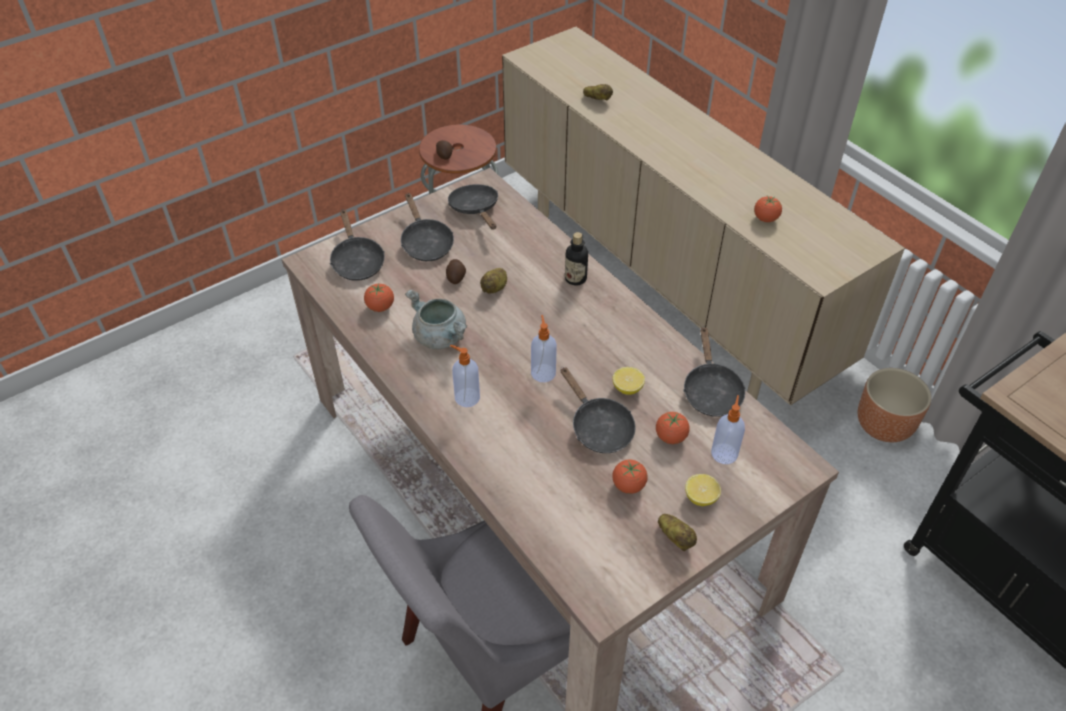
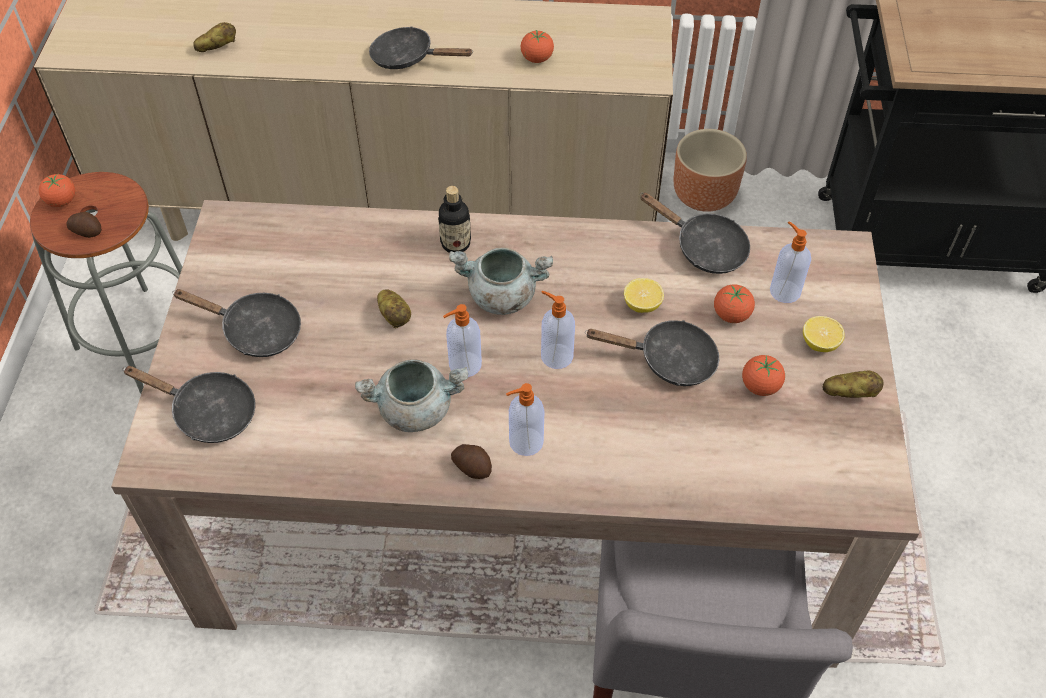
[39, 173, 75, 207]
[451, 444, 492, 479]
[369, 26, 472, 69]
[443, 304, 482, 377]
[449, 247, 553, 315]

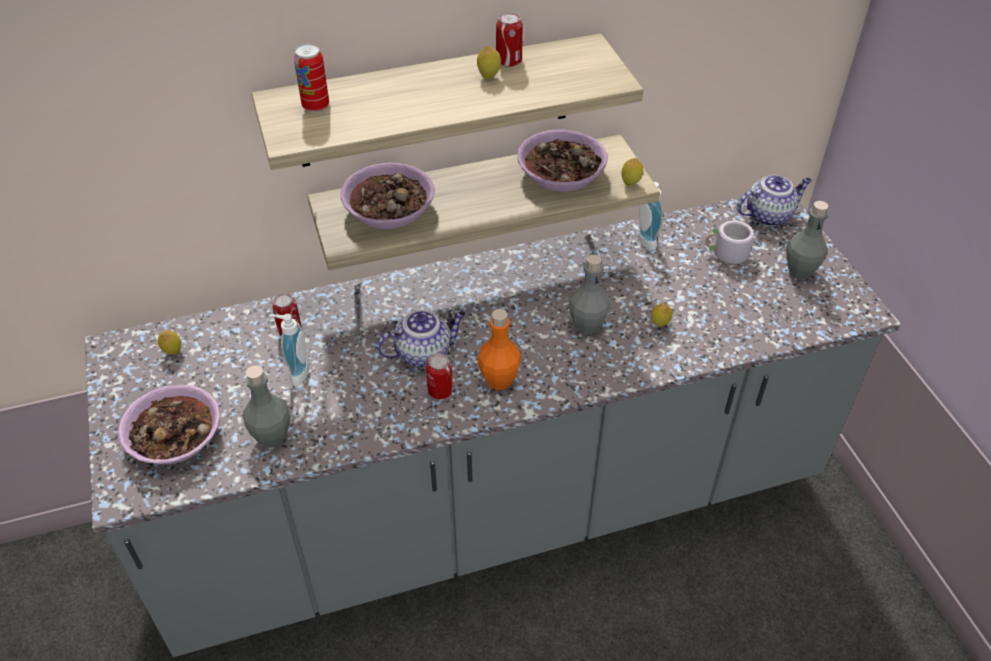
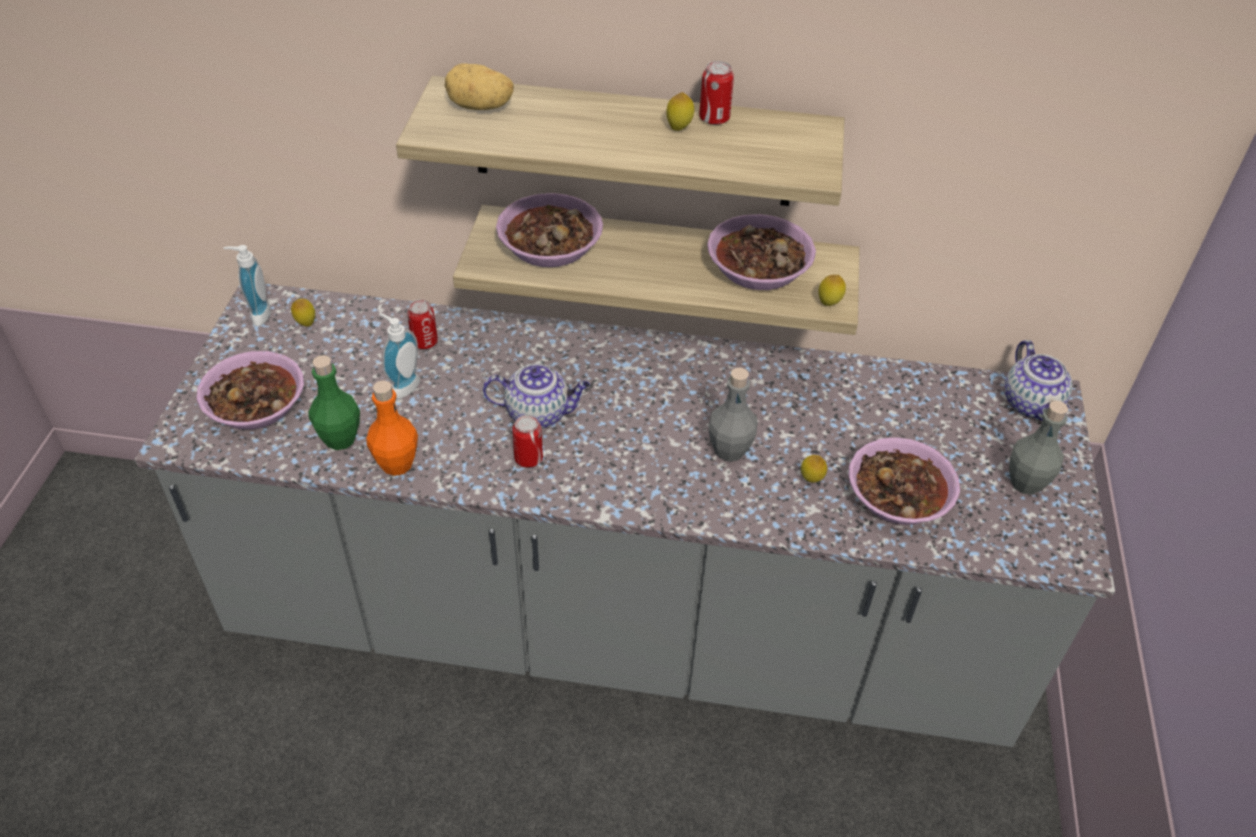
[309, 355, 360, 450]
[445, 63, 514, 110]
[366, 380, 418, 476]
[223, 245, 271, 326]
[705, 220, 754, 270] (first image)
[1005, 340, 1072, 421]
[849, 438, 960, 525]

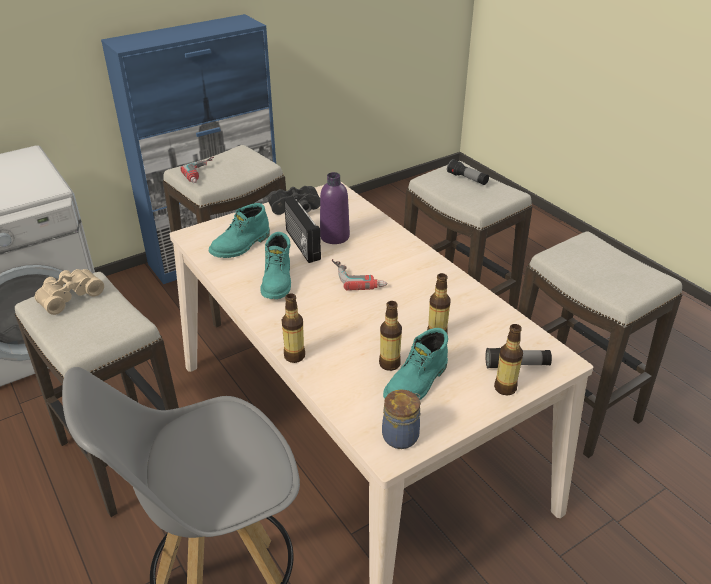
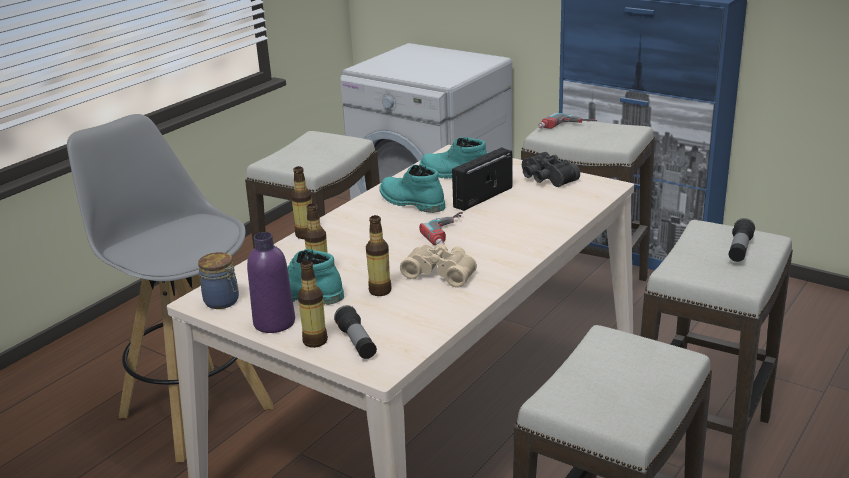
[400, 244, 477, 288]
[380, 164, 446, 213]
[247, 232, 295, 333]

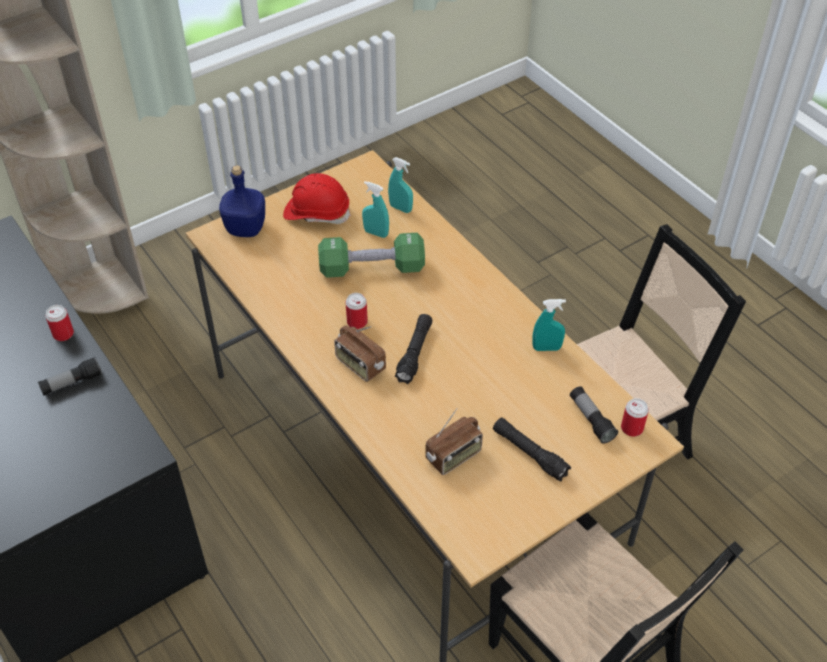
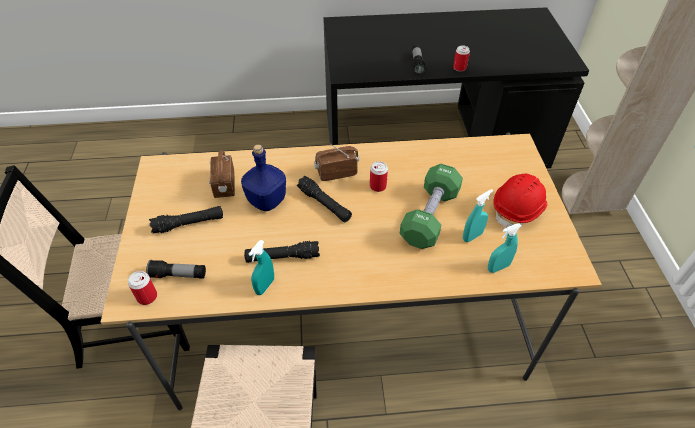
[241, 144, 286, 211]
[244, 241, 320, 263]

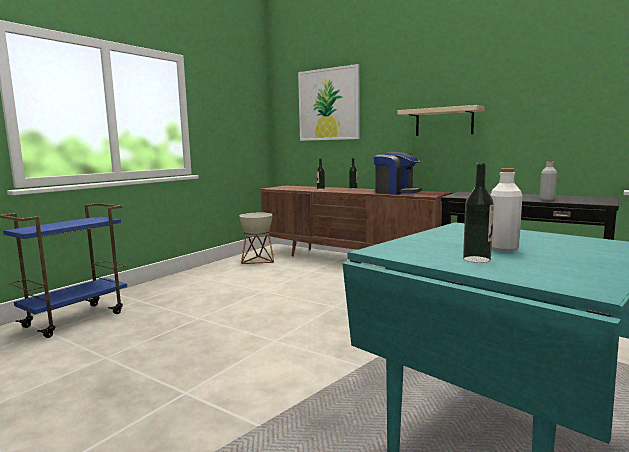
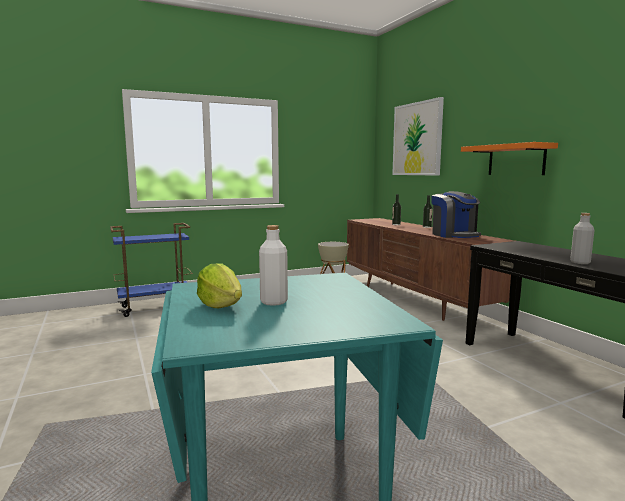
[461, 142, 558, 175]
[197, 264, 242, 308]

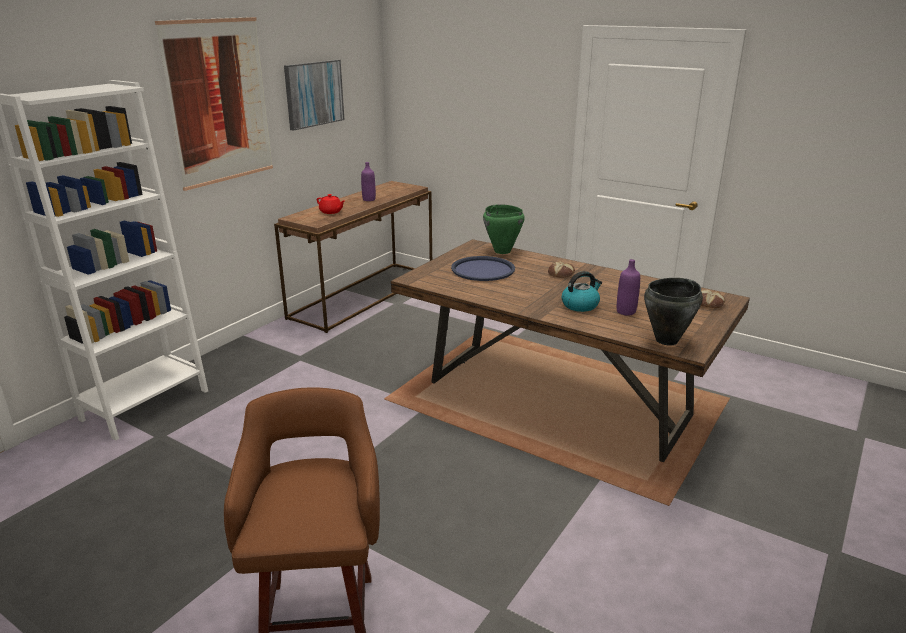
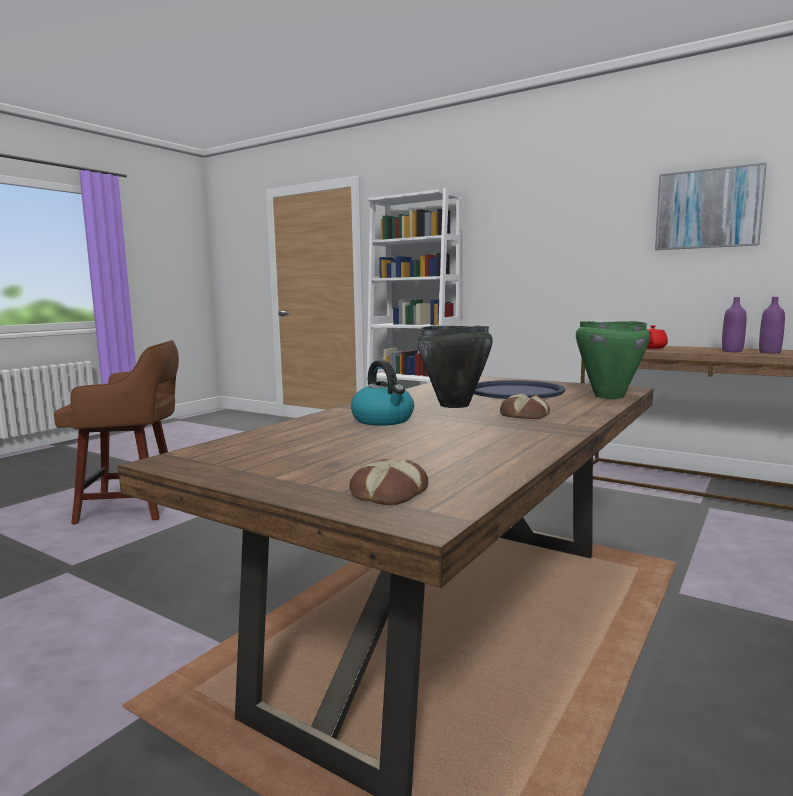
[155, 17, 273, 191] (first image)
[759, 297, 785, 353]
[417, 326, 493, 408]

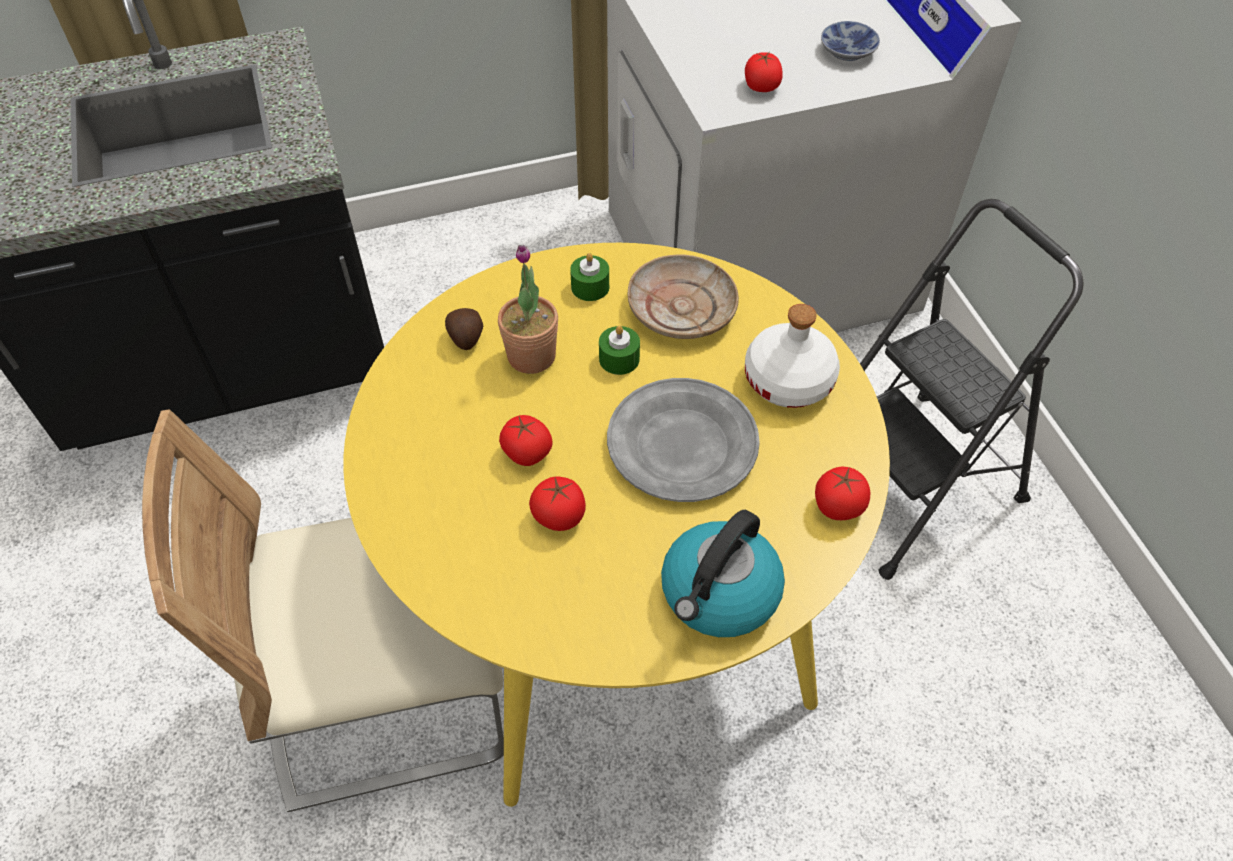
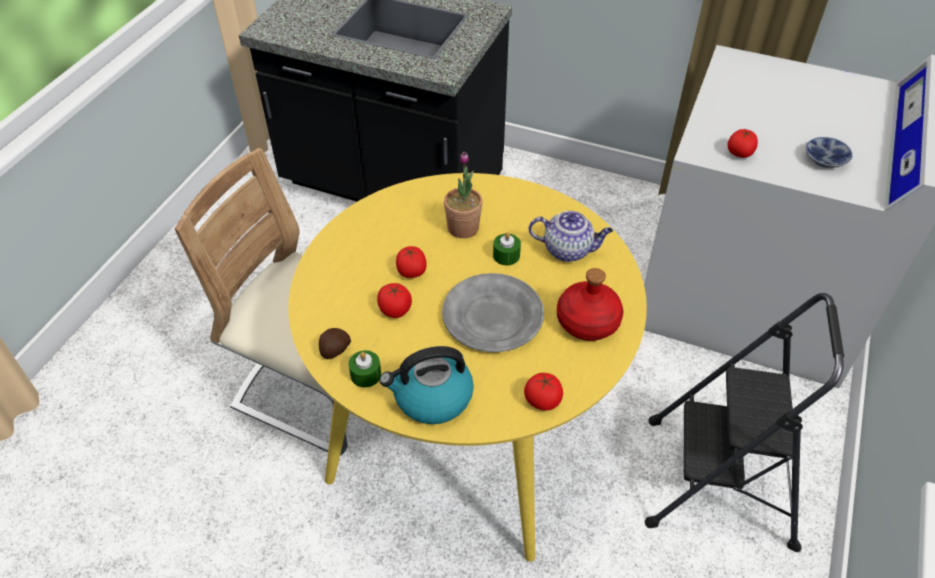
[319, 328, 351, 360]
[349, 350, 381, 387]
[529, 211, 613, 262]
[557, 268, 623, 341]

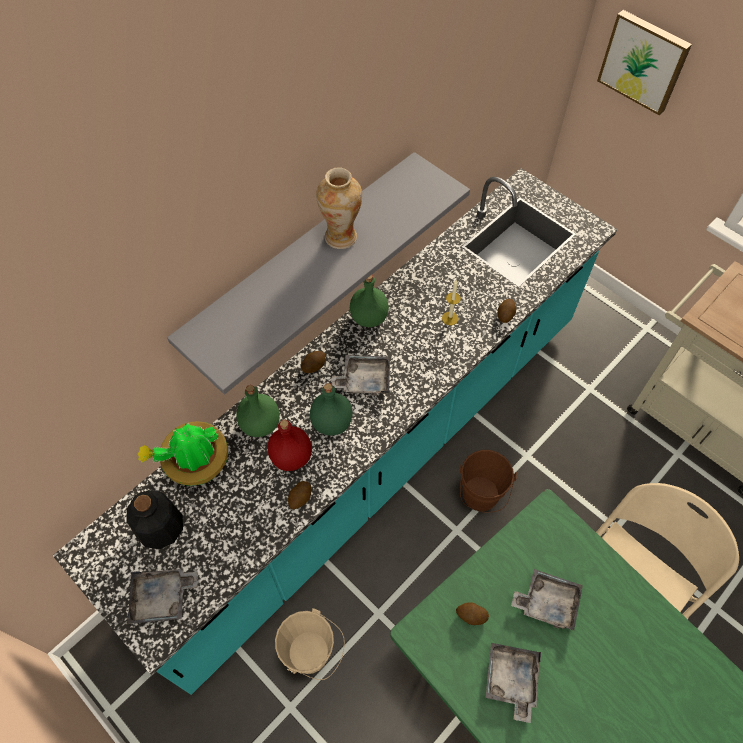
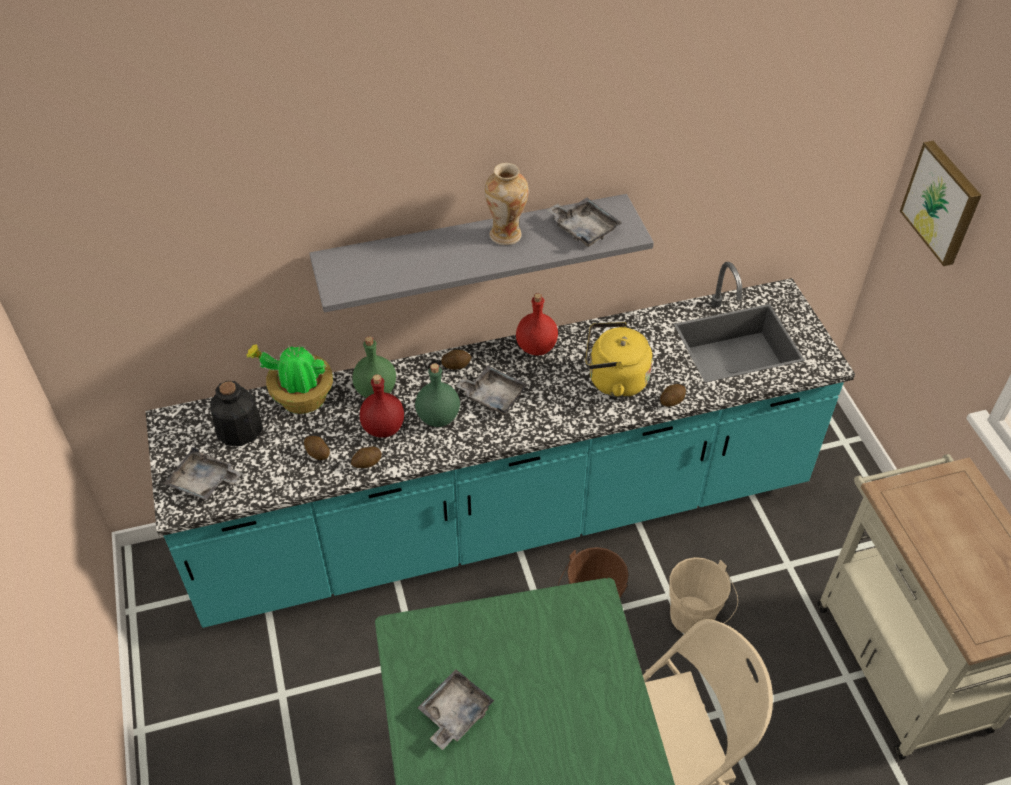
[669, 557, 738, 634]
[516, 293, 558, 356]
[585, 322, 653, 398]
[304, 436, 330, 460]
[547, 198, 622, 247]

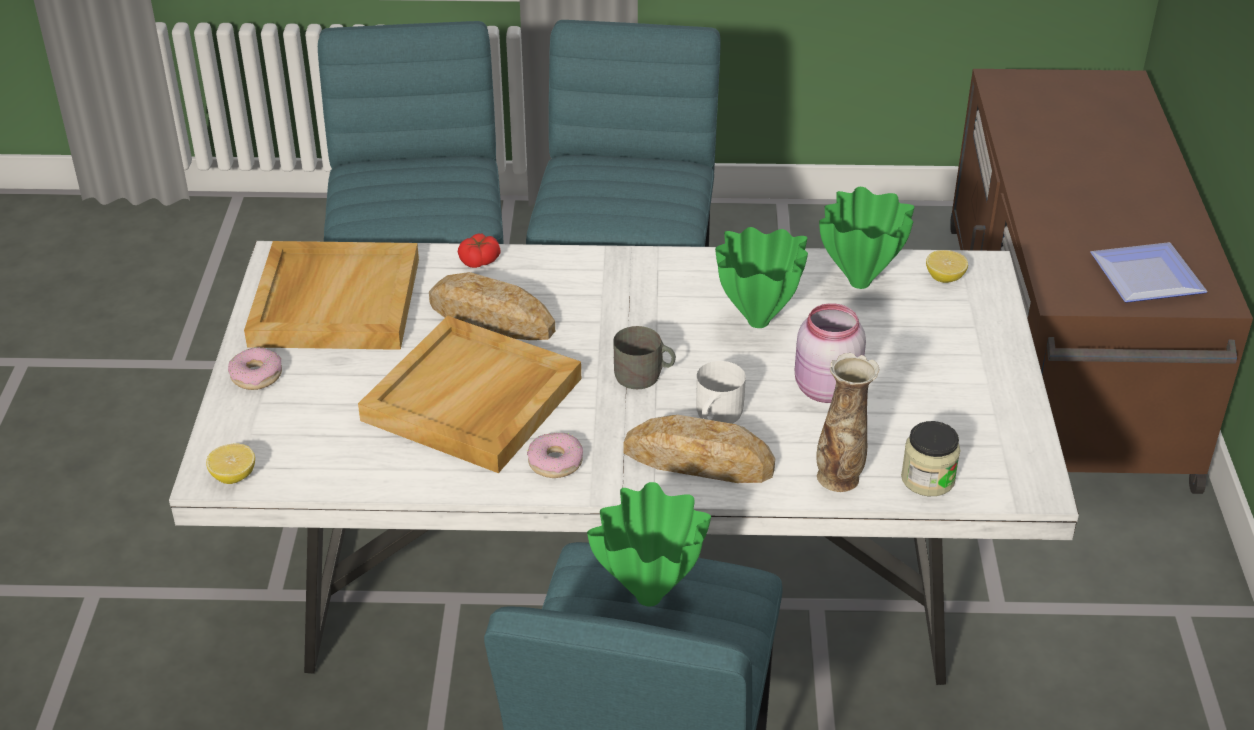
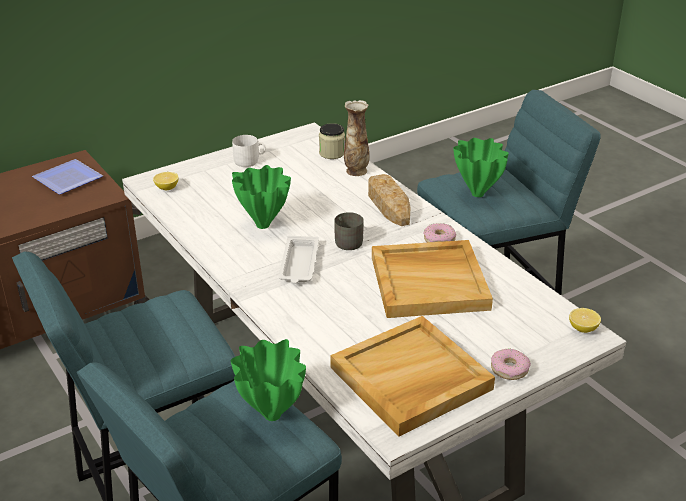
[429, 272, 555, 340] (first image)
[458, 234, 501, 268] (first image)
[232, 135, 266, 167]
[795, 303, 866, 403] (first image)
[231, 339, 306, 421]
[279, 236, 319, 283]

